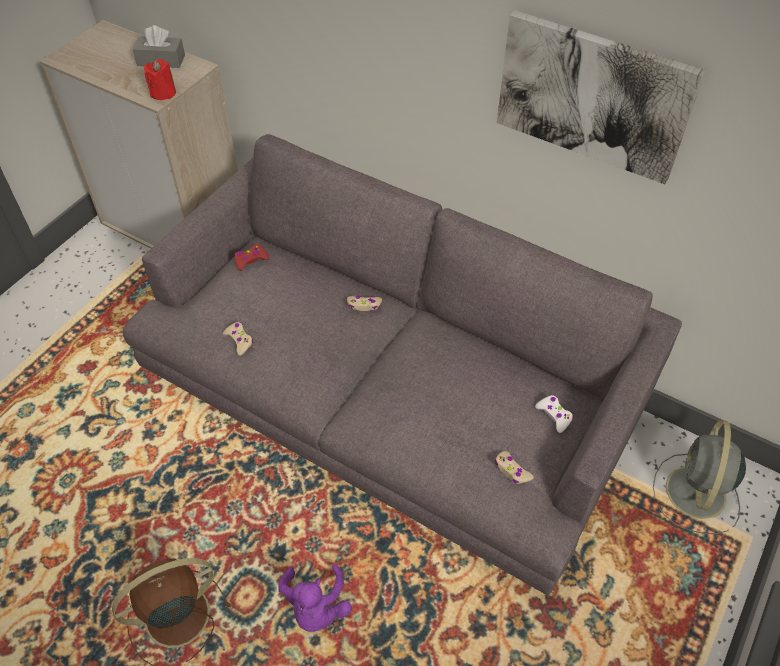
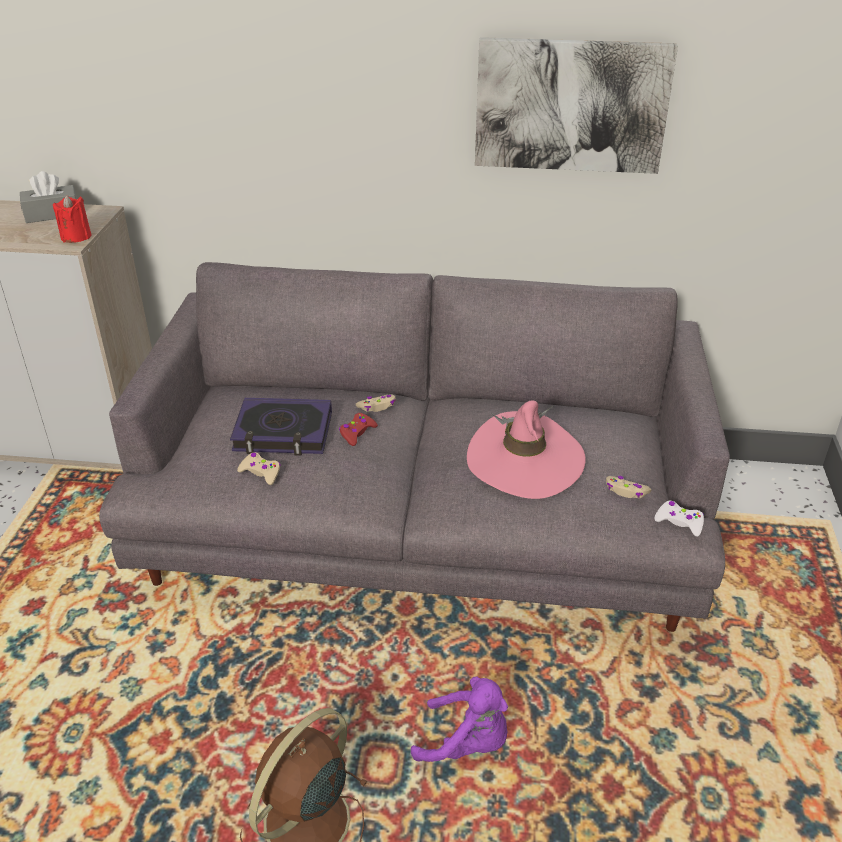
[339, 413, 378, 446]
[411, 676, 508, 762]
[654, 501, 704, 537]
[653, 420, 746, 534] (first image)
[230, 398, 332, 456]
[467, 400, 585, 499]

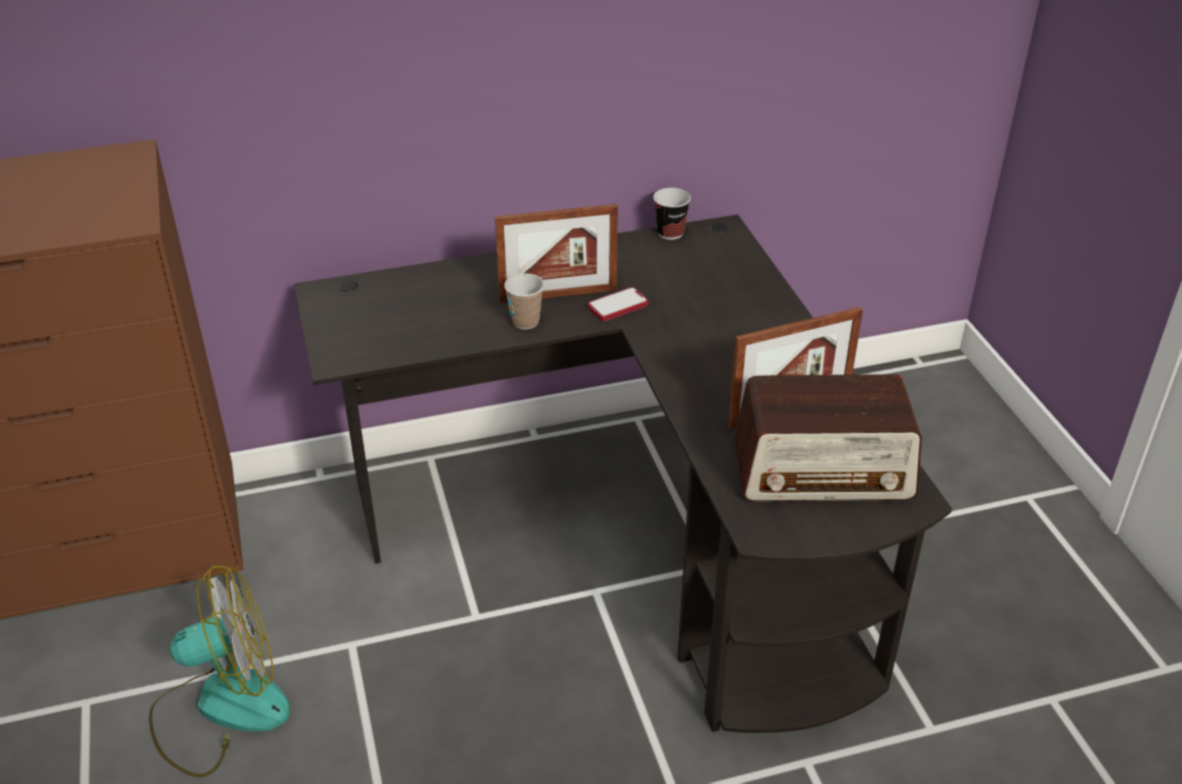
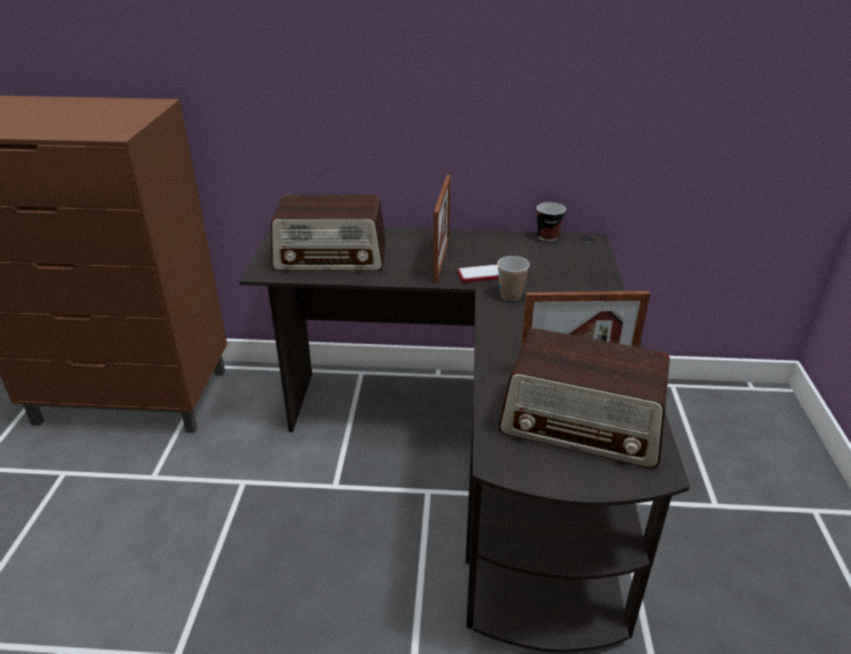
[149, 566, 290, 778] (first image)
[433, 175, 451, 283]
[497, 256, 530, 301]
[271, 195, 386, 271]

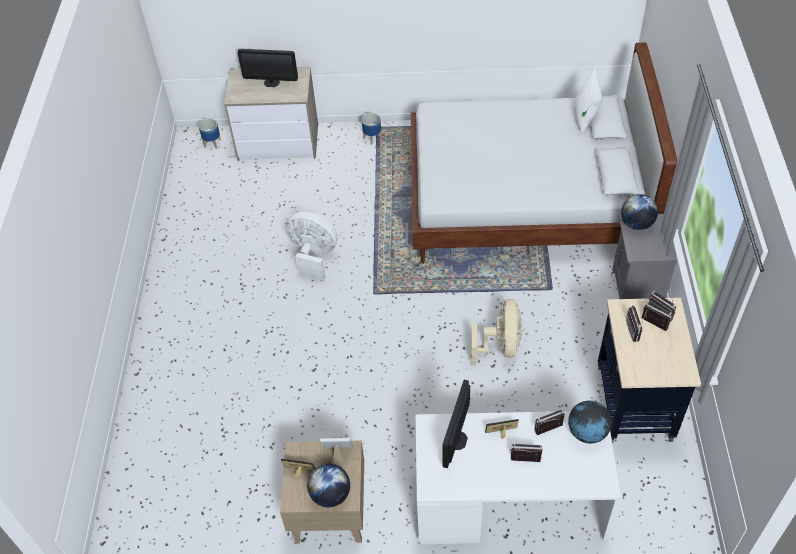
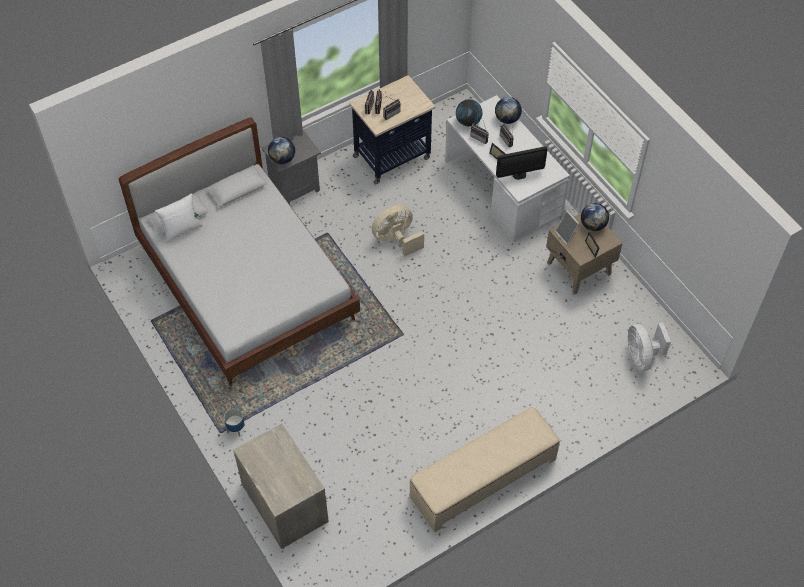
[199, 118, 221, 149] (first image)
[238, 49, 298, 87] (first image)
[627, 322, 671, 371]
[410, 407, 560, 532]
[495, 97, 522, 124]

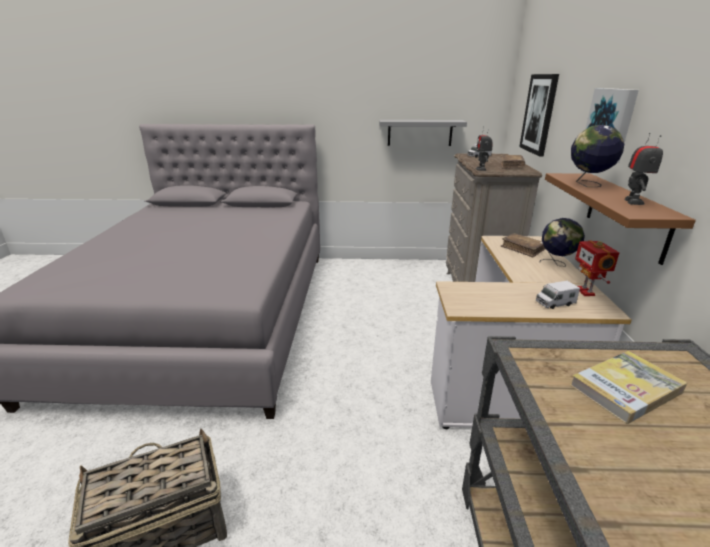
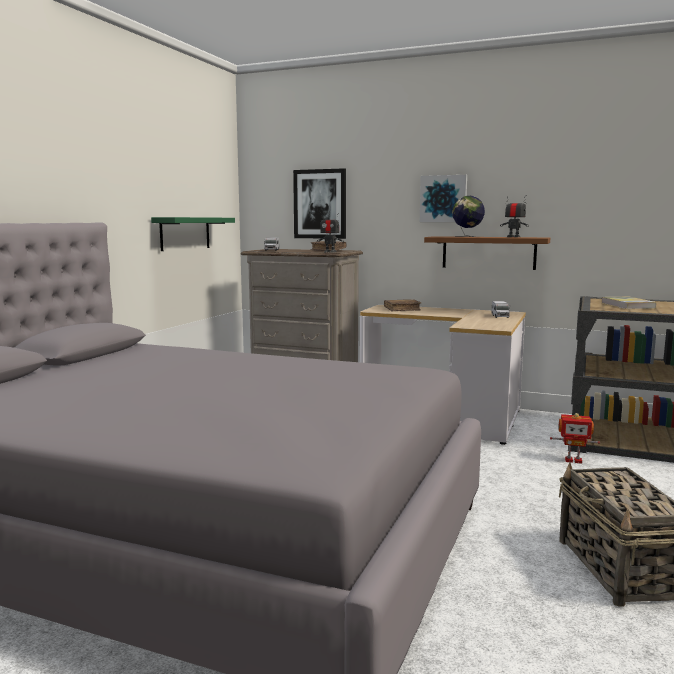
[151, 217, 235, 251]
[539, 218, 585, 266] (first image)
[550, 413, 600, 464]

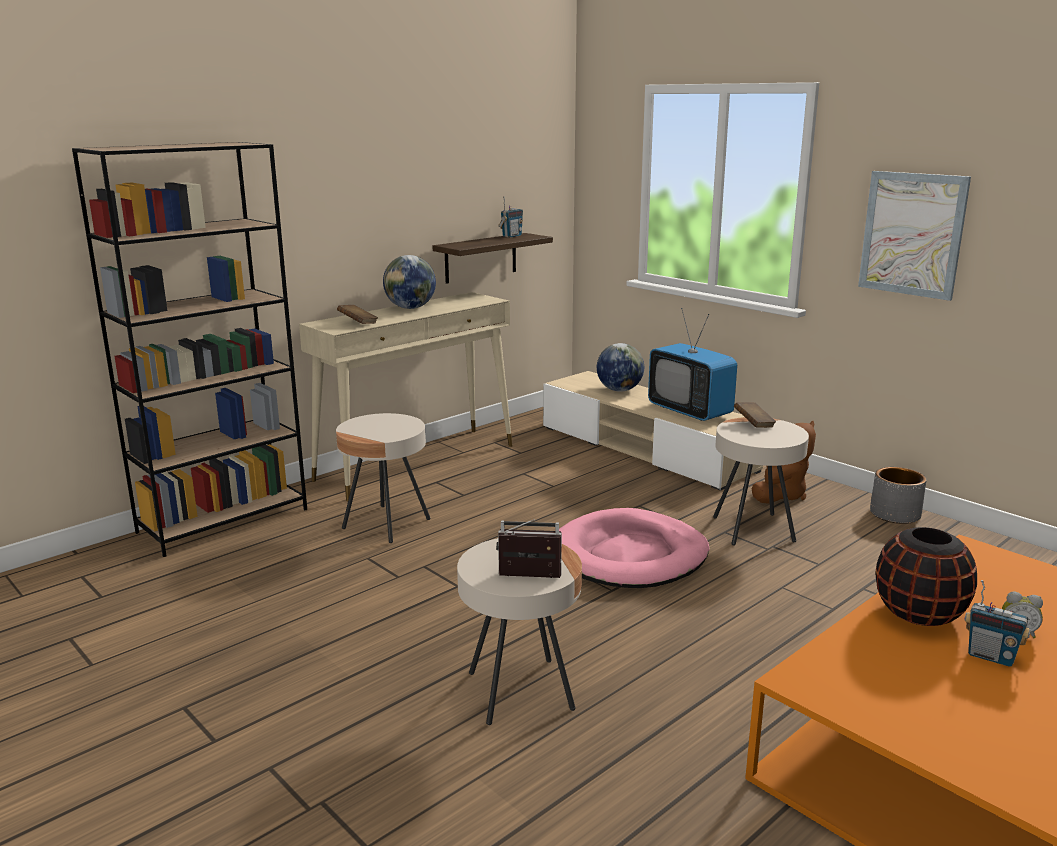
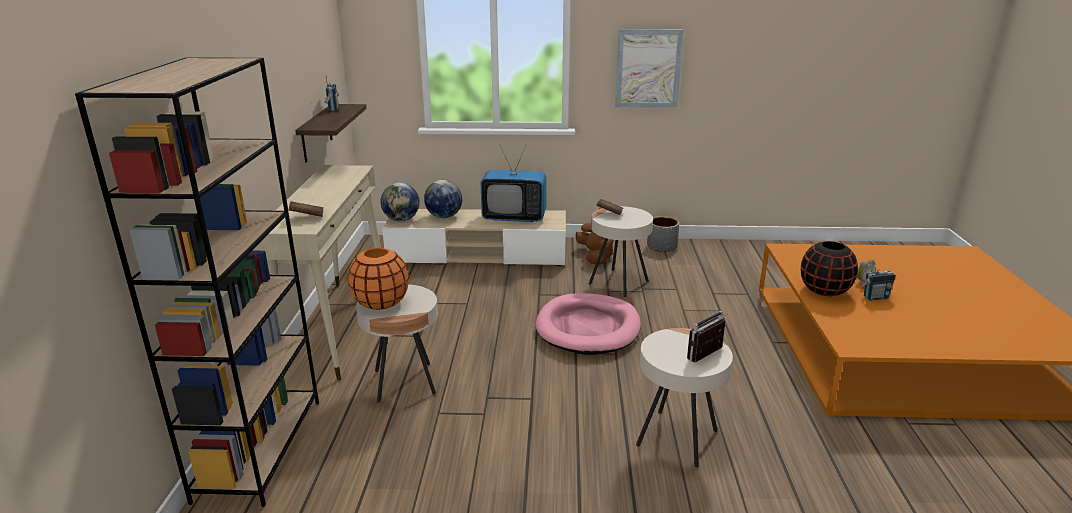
[381, 183, 420, 221]
[348, 248, 409, 310]

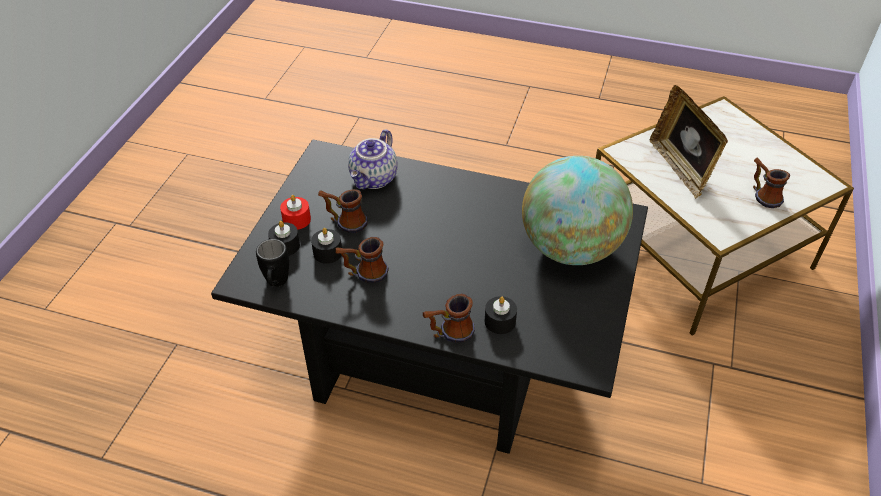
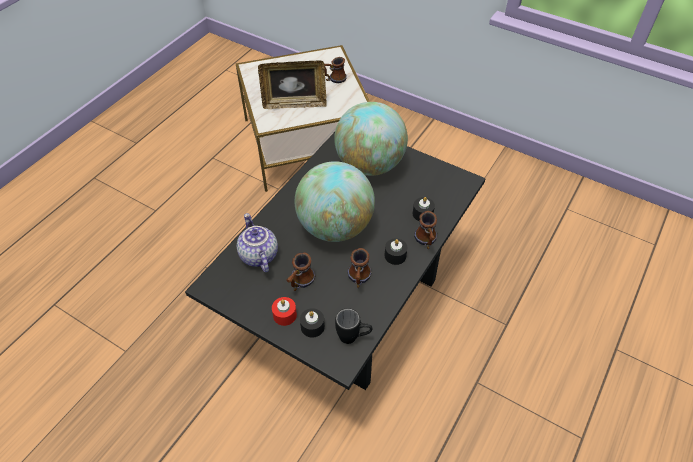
[385, 238, 407, 265]
[237, 213, 278, 273]
[295, 161, 375, 242]

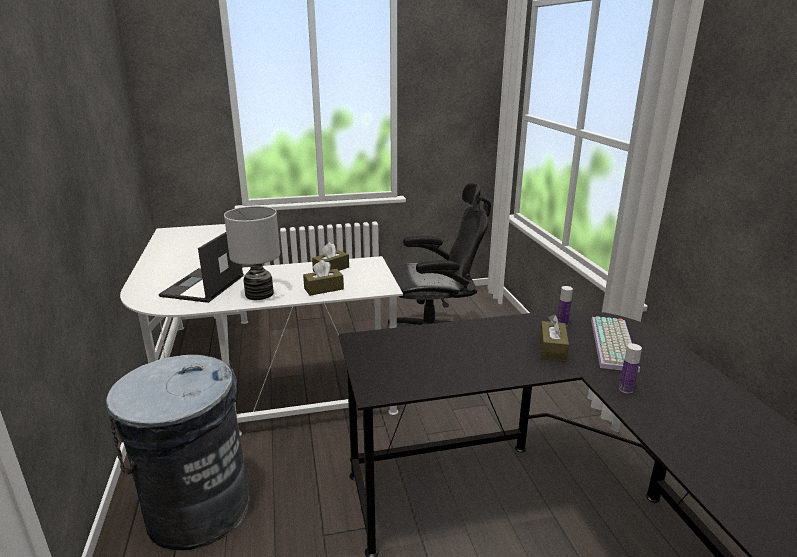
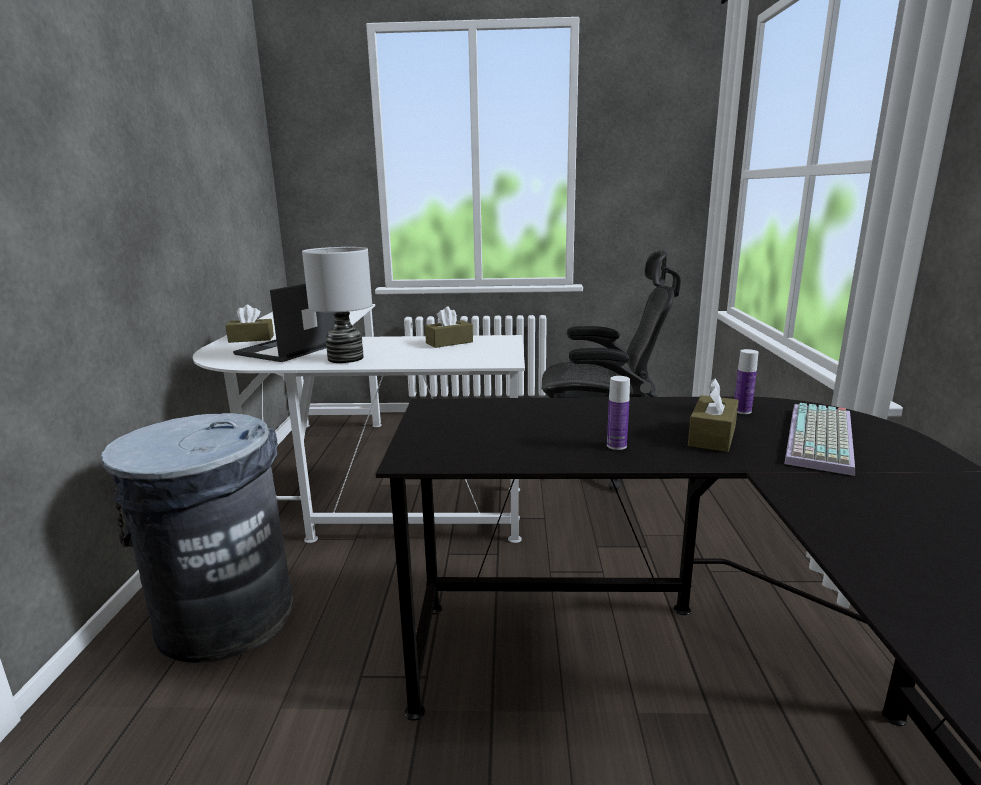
[225, 305, 274, 343]
[607, 376, 630, 450]

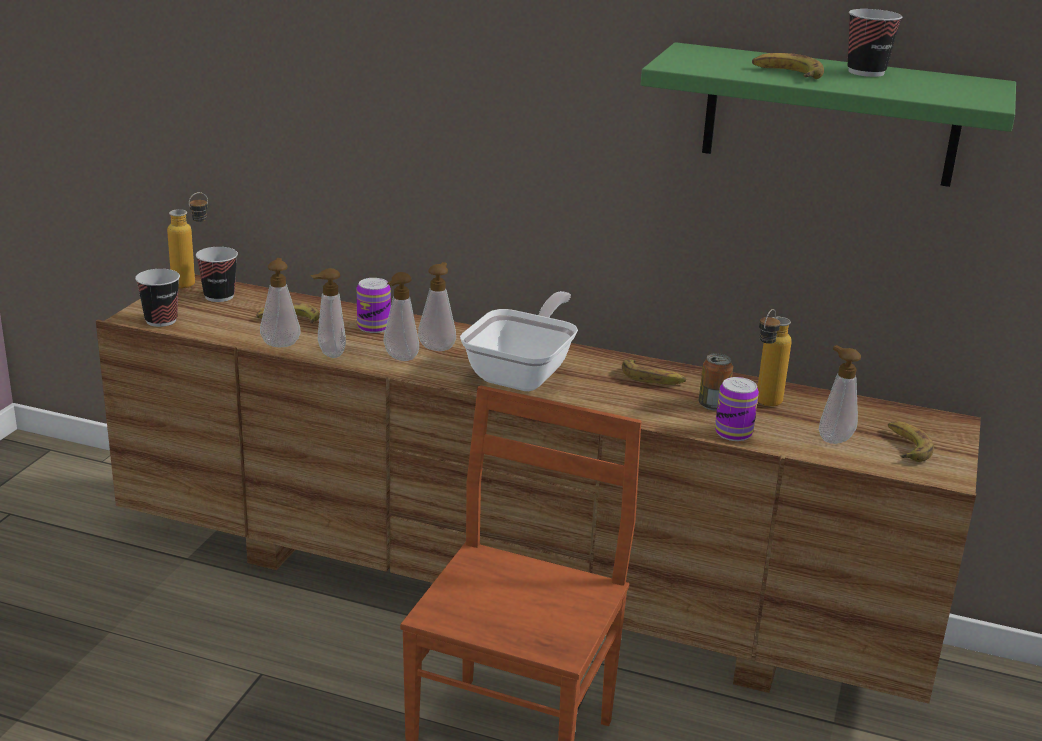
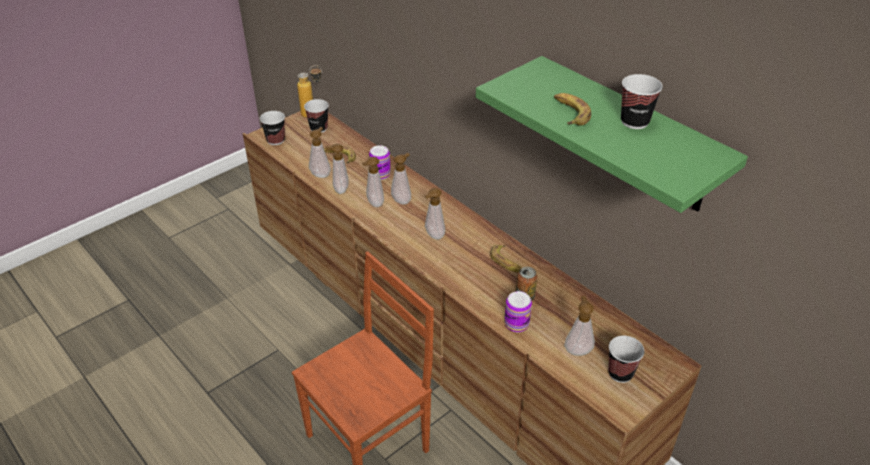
[424, 188, 445, 240]
[757, 309, 792, 406] (first image)
[608, 336, 644, 383]

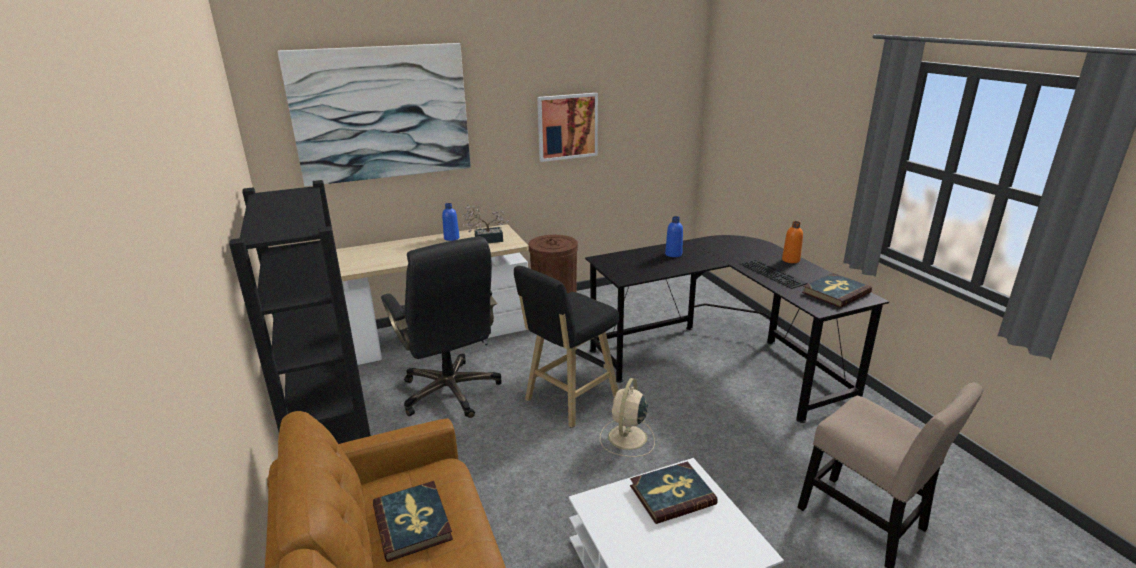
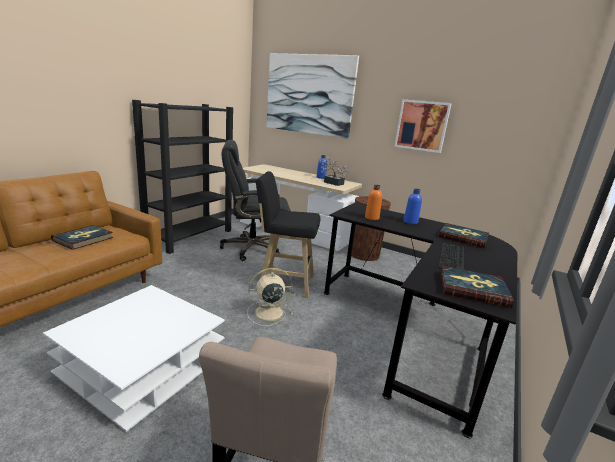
[220, 140, 291, 261]
[438, 223, 489, 248]
[365, 185, 382, 220]

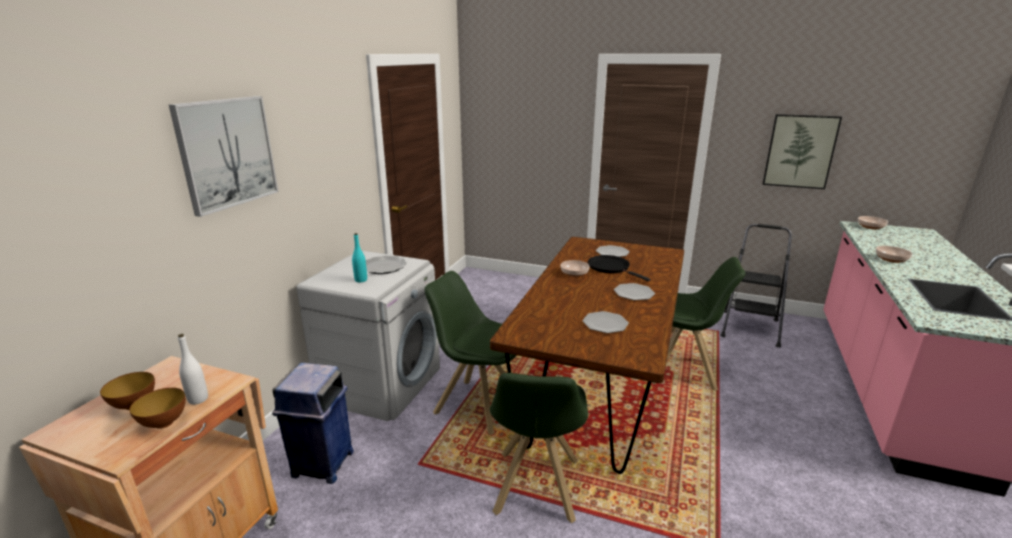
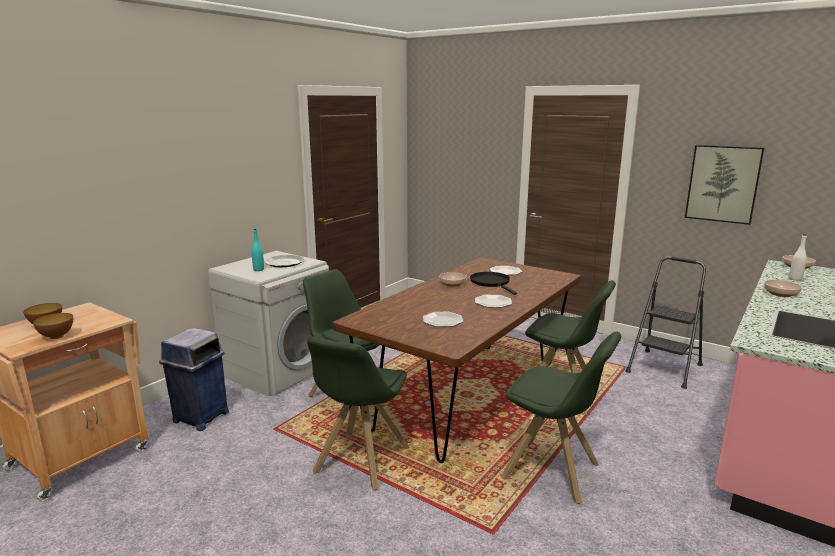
[169, 96, 278, 217] (first image)
[789, 234, 807, 281]
[501, 332, 621, 504]

